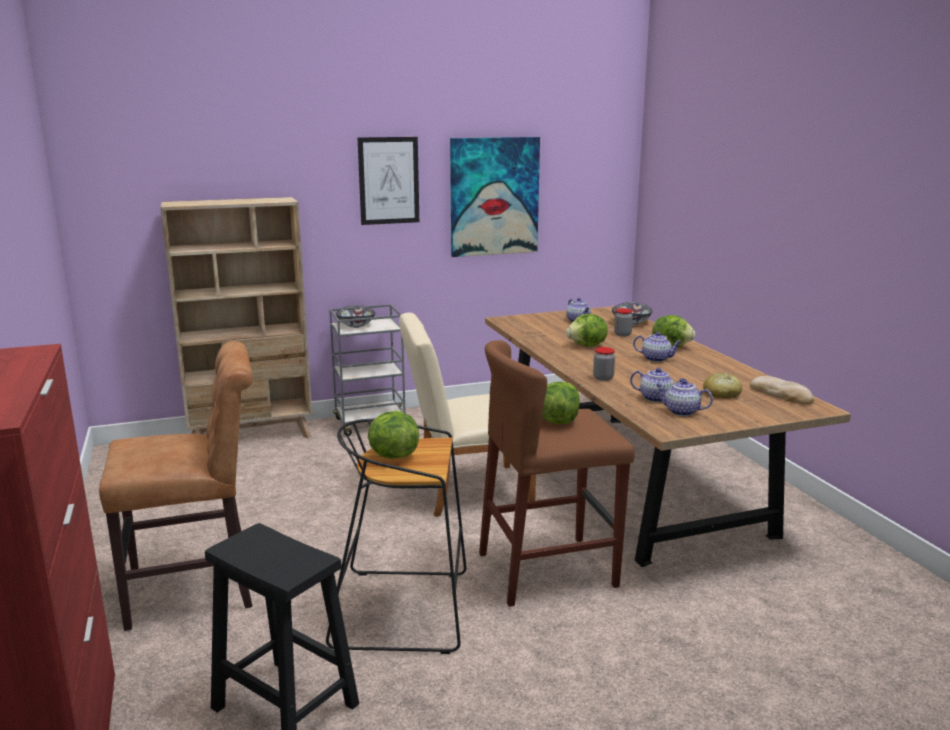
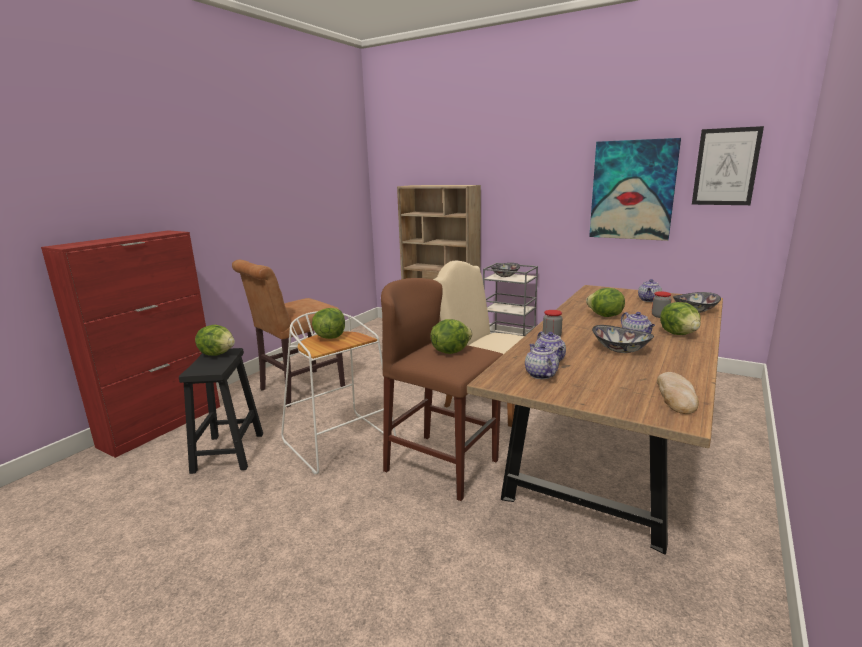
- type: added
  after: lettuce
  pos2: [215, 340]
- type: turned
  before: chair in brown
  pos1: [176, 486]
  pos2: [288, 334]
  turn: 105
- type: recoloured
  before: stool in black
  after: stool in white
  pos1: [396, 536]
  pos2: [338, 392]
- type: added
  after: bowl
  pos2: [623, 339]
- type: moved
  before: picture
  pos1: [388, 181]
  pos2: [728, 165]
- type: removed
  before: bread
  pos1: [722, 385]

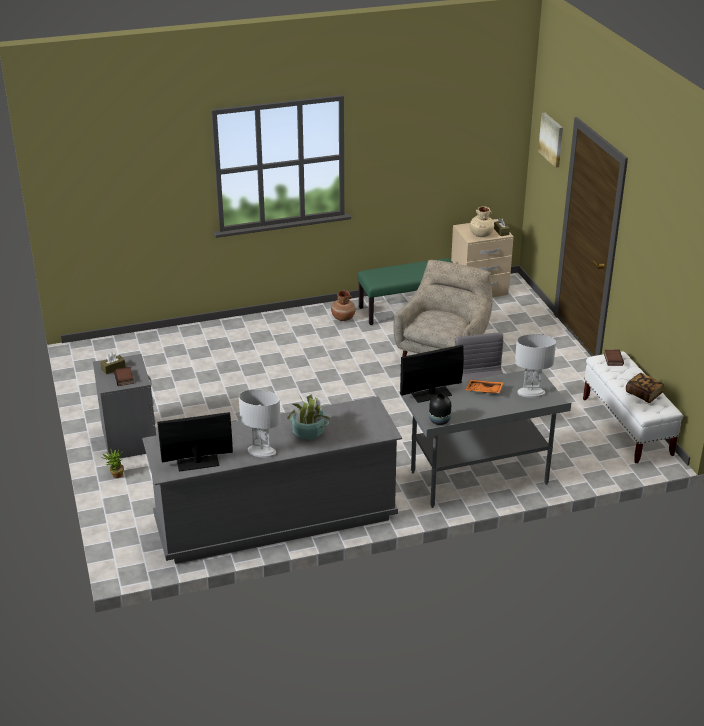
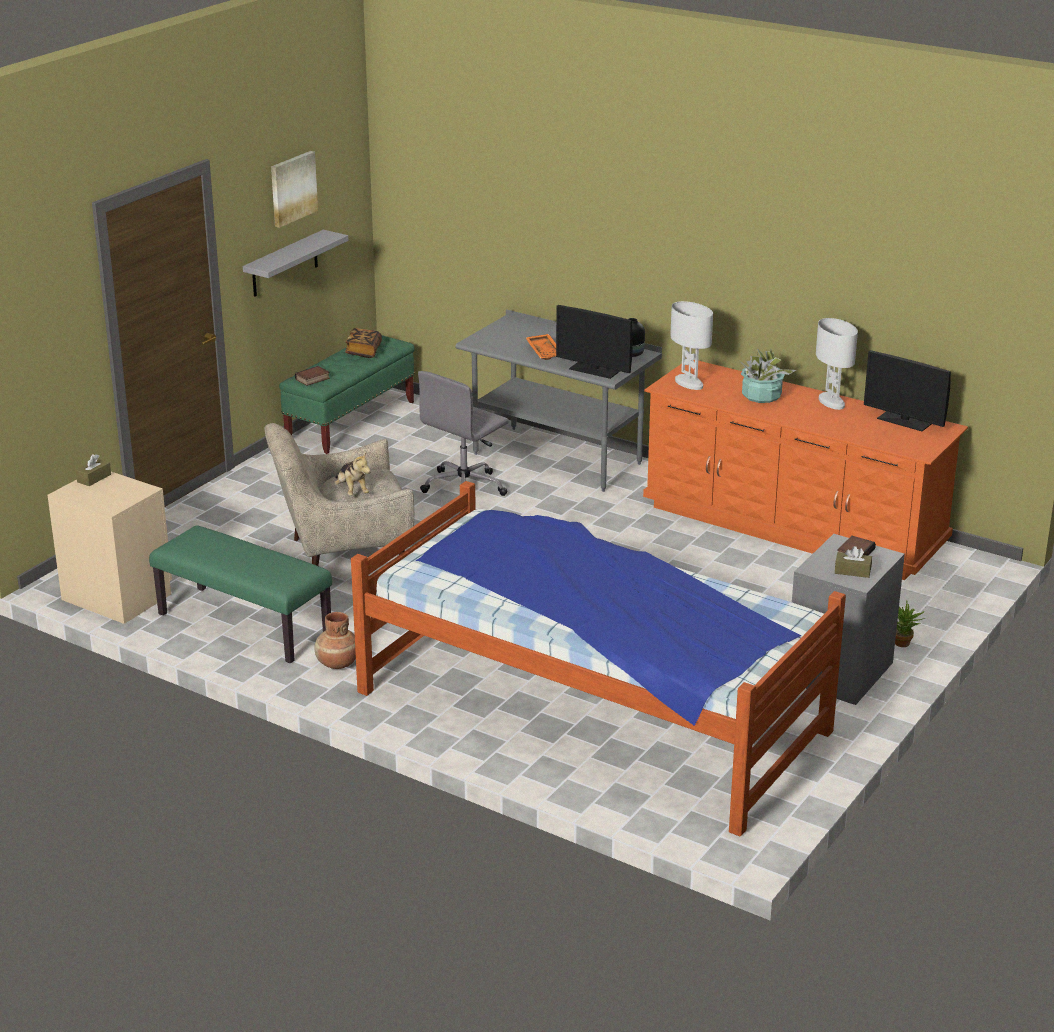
- type: added
  after: shelf in grey
  pos2: [295, 263]
- type: moved
  before: picture
  pos1: [550, 140]
  pos2: [294, 189]
- type: recoloured
  before: bench in white
  after: bench in green
  pos1: [633, 407]
  pos2: [347, 394]
- type: added
  after: plush toy
  pos2: [352, 474]
- type: added
  after: bed
  pos2: [598, 659]
- type: recoloured
  before: dresser in grey
  after: dresser in orange
  pos1: [272, 480]
  pos2: [805, 470]
- type: moved
  before: table lamp in white
  pos1: [535, 366]
  pos2: [692, 345]
- type: removed
  before: vase in beige
  pos1: [482, 221]

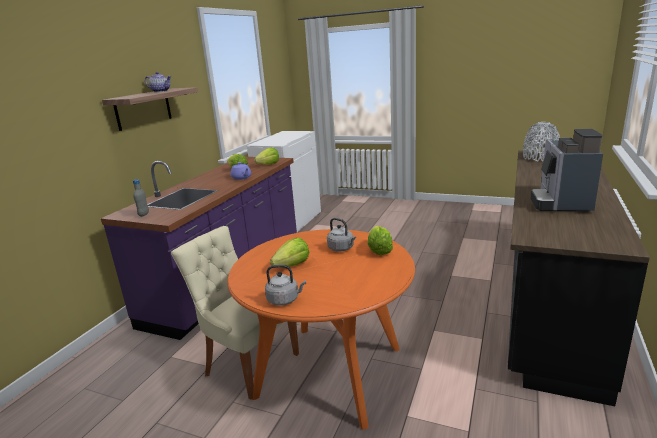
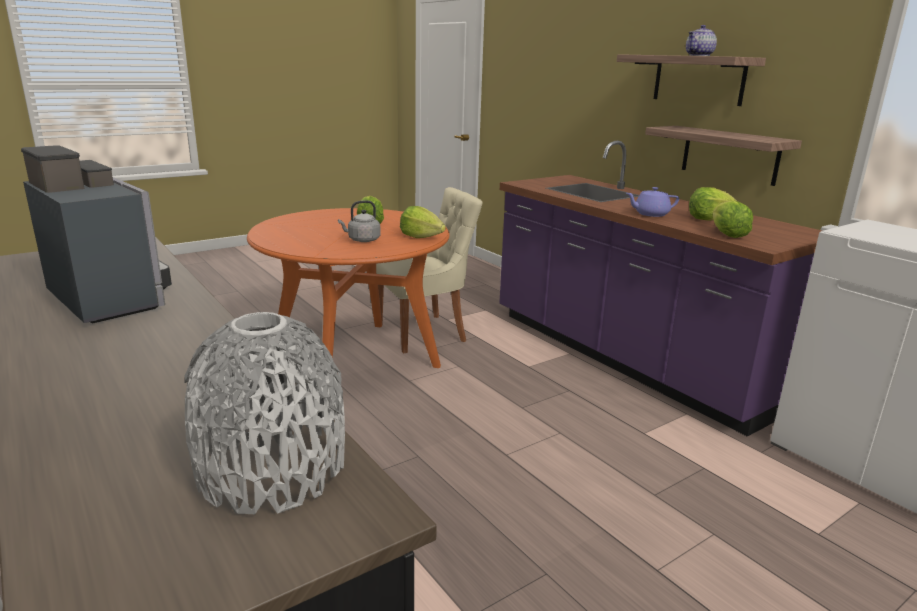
- type: moved
  before: lettuce
  pos1: [380, 240]
  pos2: [423, 222]
- type: added
  after: shelf
  pos2: [723, 156]
- type: removed
  before: bottle in grey
  pos1: [141, 198]
- type: removed
  before: kettle in grey
  pos1: [285, 285]

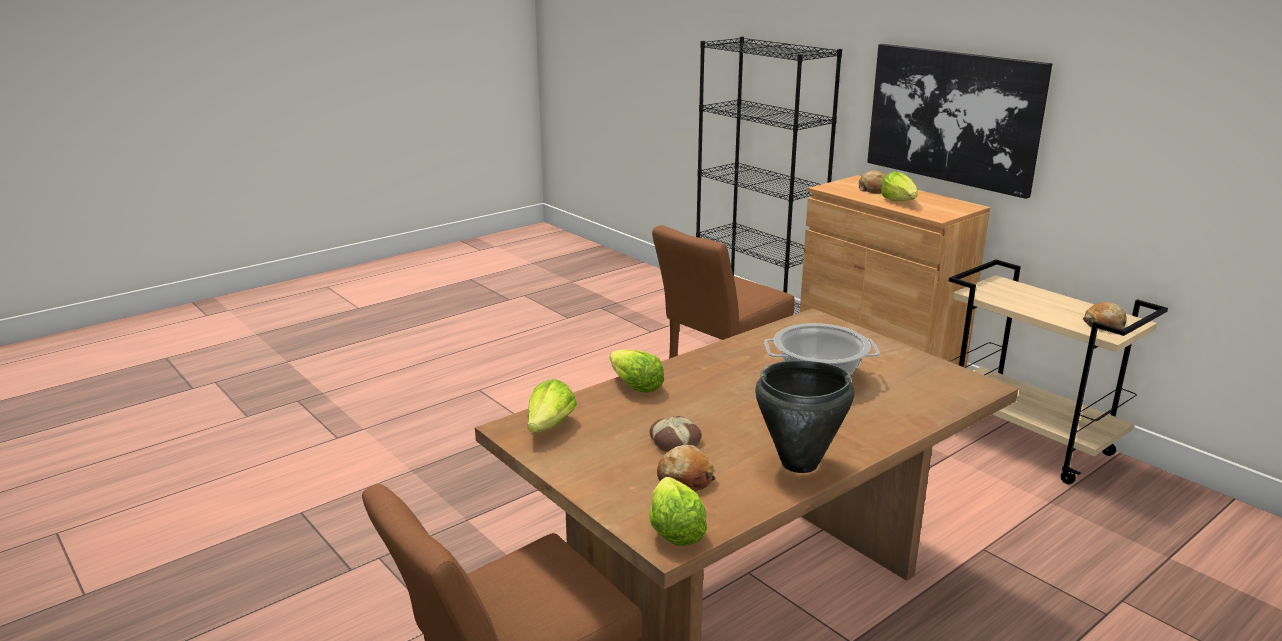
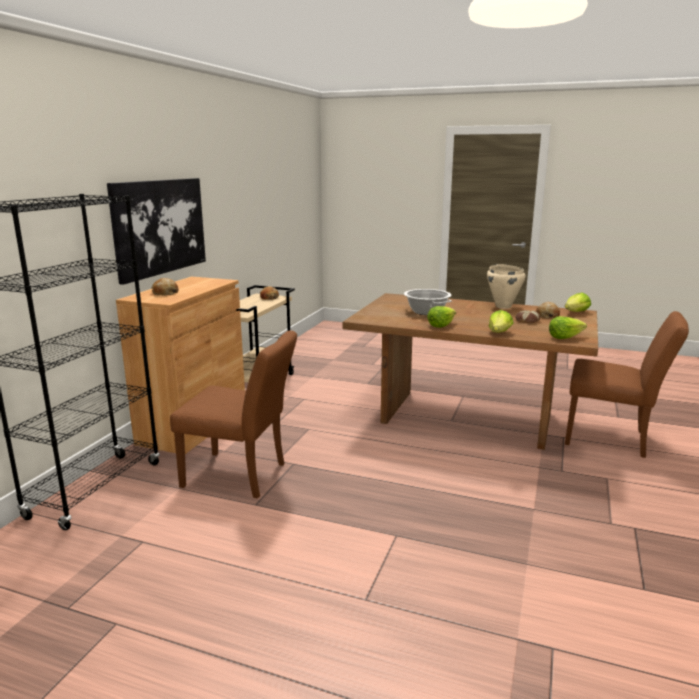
- type: moved
  before: lettuce
  pos1: [899, 186]
  pos2: [441, 317]
- type: recoloured
  before: cooking pot in black
  after: cooking pot in beige
  pos1: [805, 416]
  pos2: [506, 286]

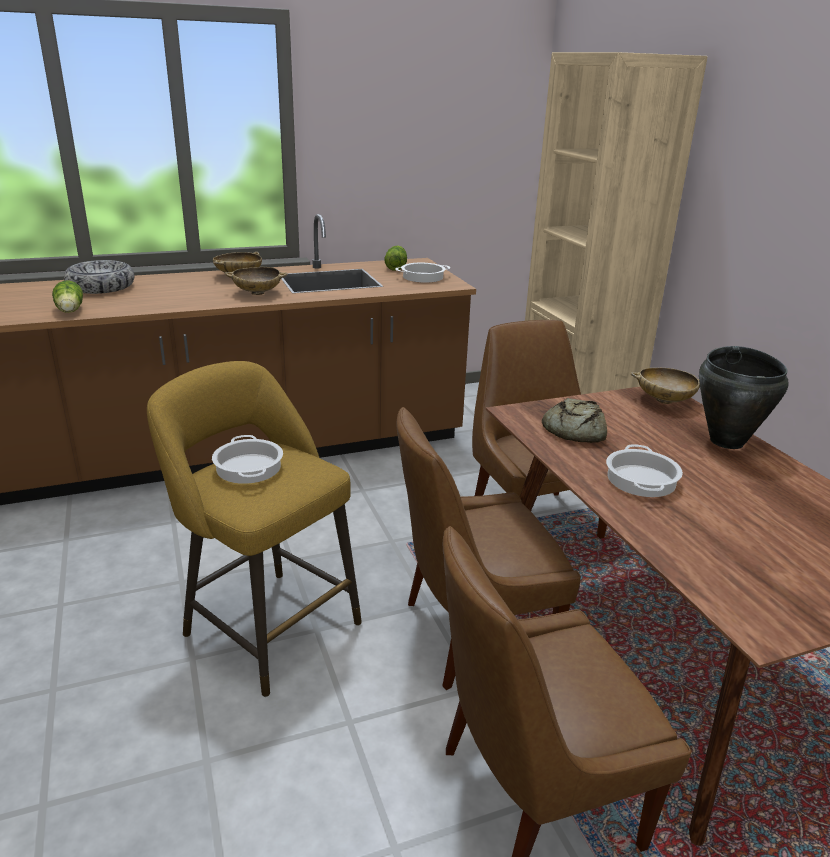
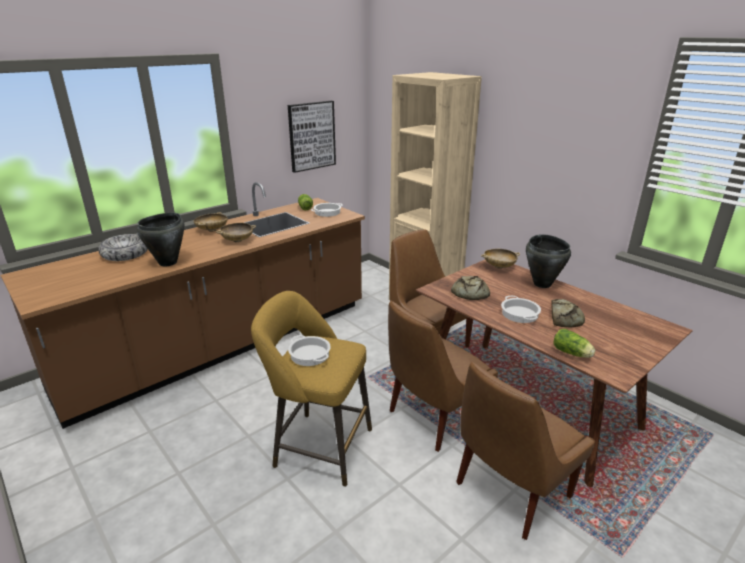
- type: added
  after: cooking pot in black
  pos2: [160, 239]
- type: added
  after: picture
  pos2: [312, 137]
- type: added
  after: bread
  pos2: [568, 313]
- type: moved
  before: lettuce
  pos1: [67, 296]
  pos2: [574, 343]

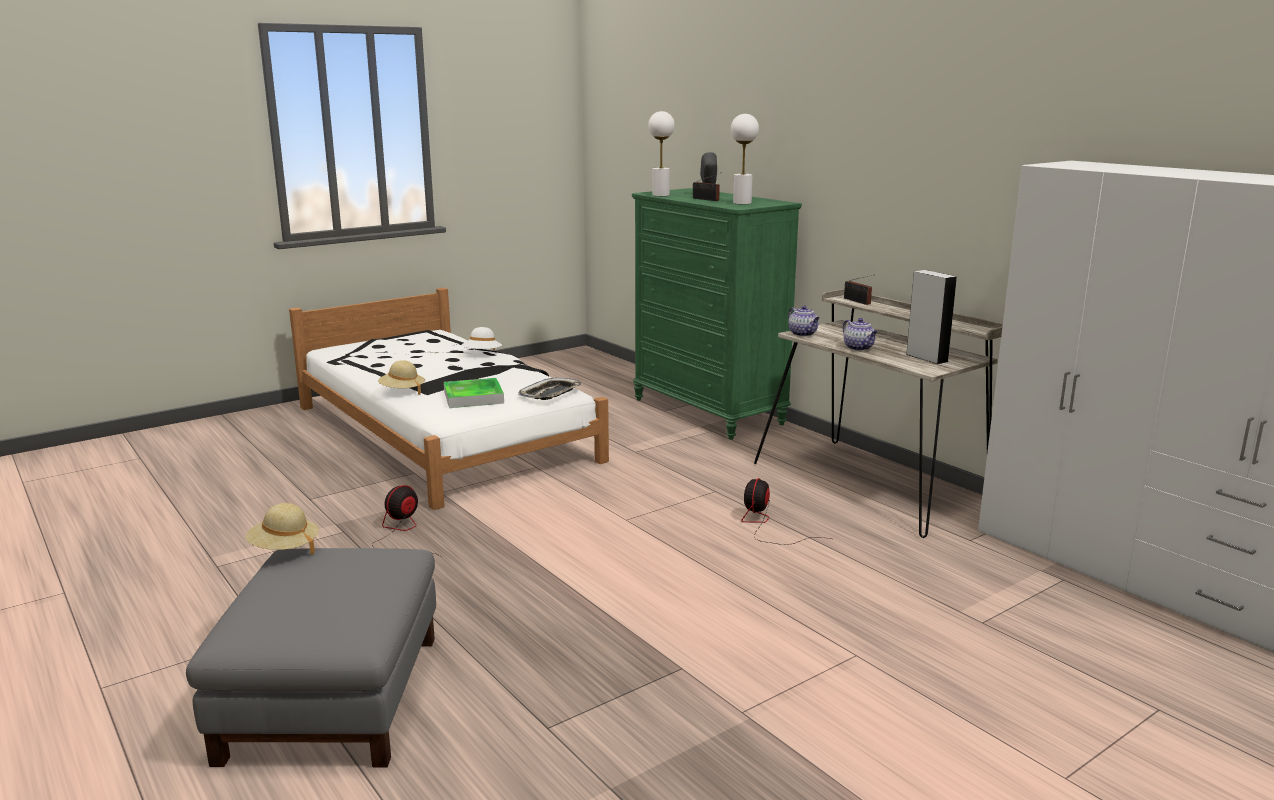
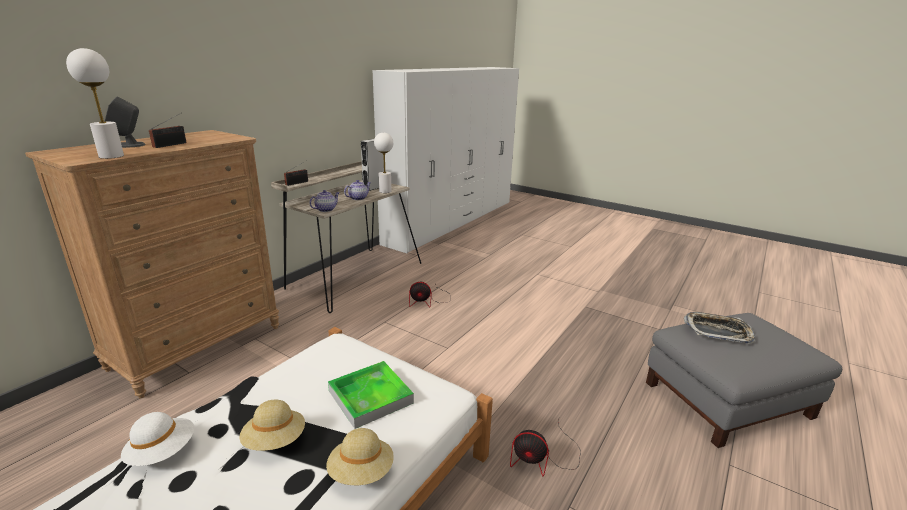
- type: recoloured
  before: dresser in green
  after: dresser in brown
  pos1: [717, 314]
  pos2: [152, 264]
- type: moved
  before: hat in beige
  pos1: [282, 528]
  pos2: [272, 425]
- type: moved
  before: table lamp in white
  pos1: [745, 159]
  pos2: [383, 163]
- type: moved
  before: tray
  pos1: [550, 389]
  pos2: [719, 328]

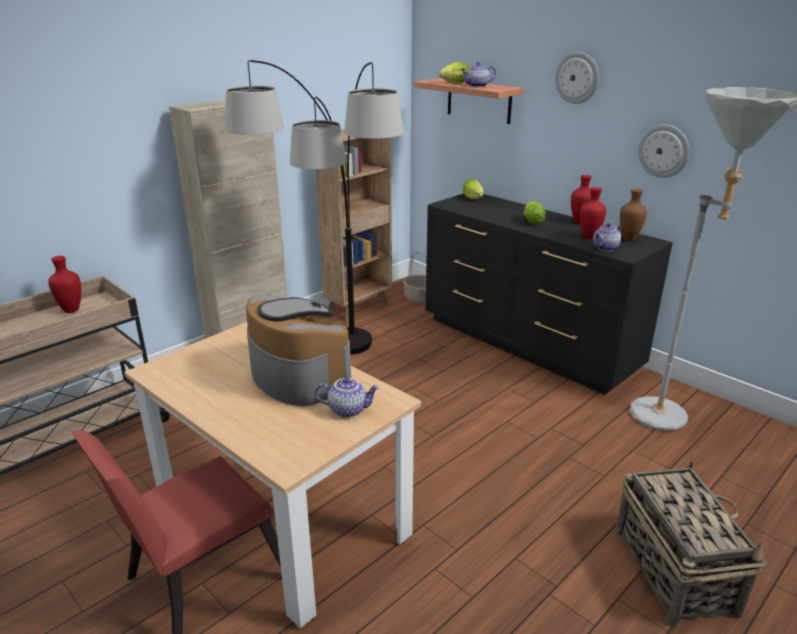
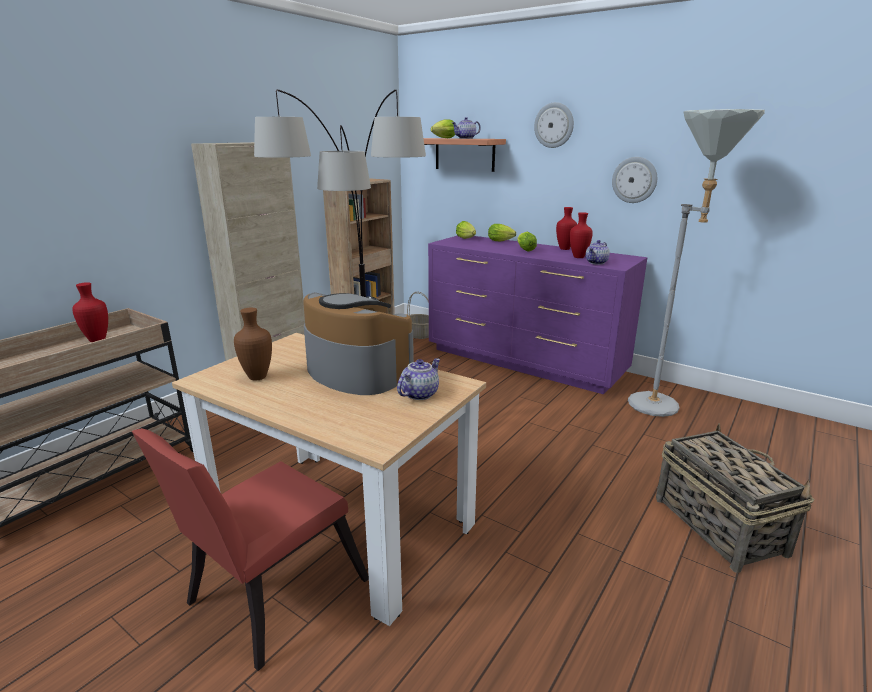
- type: moved
  before: vase in brown
  pos1: [633, 215]
  pos2: [253, 344]
- type: turned
  before: teapot
  pos1: [347, 397]
  pos2: [418, 379]
  turn: -45
- type: recoloured
  before: dresser in black
  after: dresser in purple
  pos1: [549, 294]
  pos2: [537, 314]
- type: added
  after: lettuce
  pos2: [502, 233]

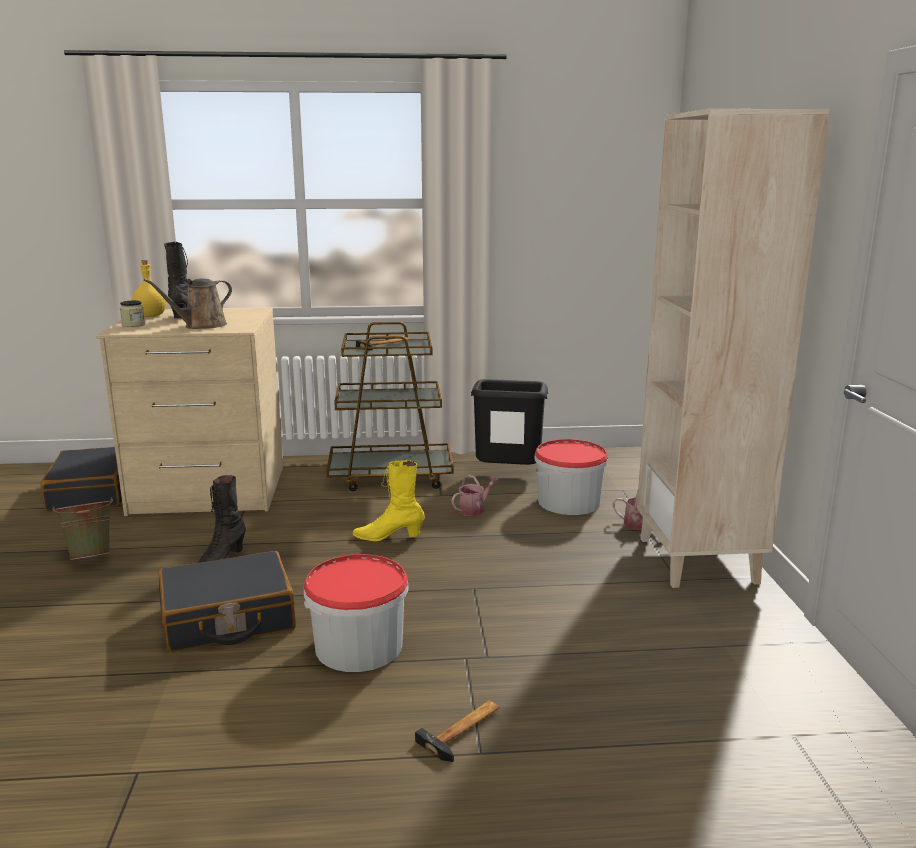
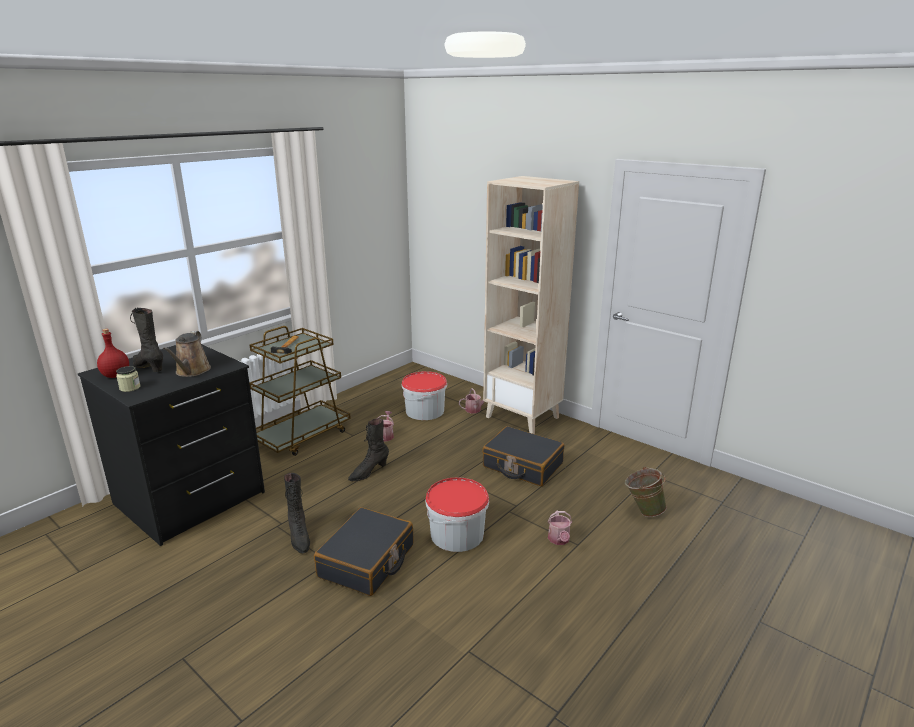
- type: recoloured
  before: dresser in beige
  after: dresser in black
  pos1: [189, 412]
  pos2: [171, 445]
- type: recoloured
  before: bottle in yellow
  after: bottle in red
  pos1: [149, 288]
  pos2: [113, 353]
- type: recoloured
  before: boot in yellow
  after: boot in black
  pos1: [388, 500]
  pos2: [368, 449]
- type: moved
  before: suitcase in black
  pos1: [81, 479]
  pos2: [523, 456]
- type: replaced
  before: hammer
  after: watering can
  pos1: [457, 731]
  pos2: [560, 527]
- type: moved
  before: bucket in green
  pos1: [82, 529]
  pos2: [646, 491]
- type: removed
  before: trash can in black
  pos1: [509, 422]

